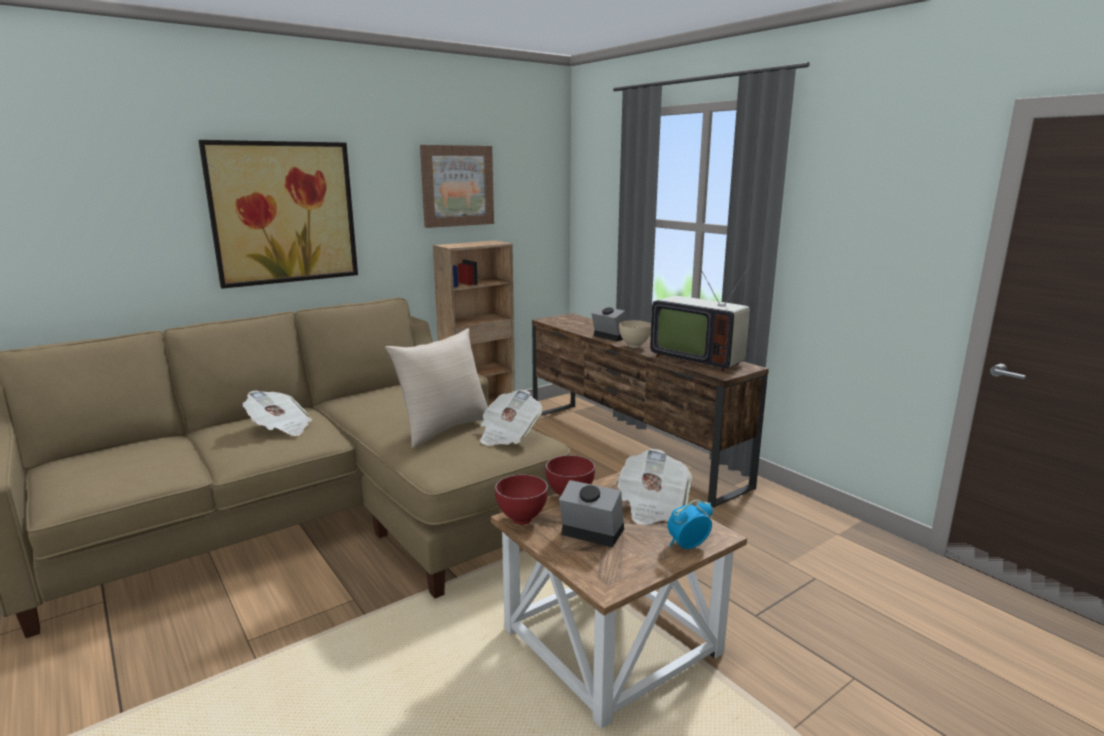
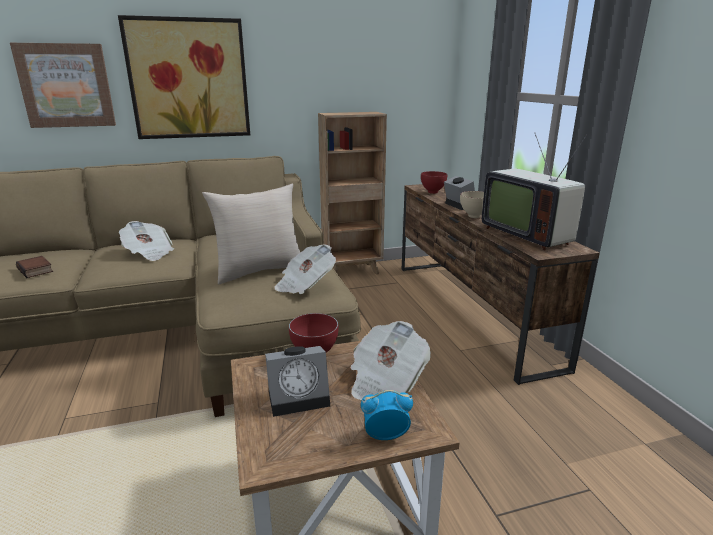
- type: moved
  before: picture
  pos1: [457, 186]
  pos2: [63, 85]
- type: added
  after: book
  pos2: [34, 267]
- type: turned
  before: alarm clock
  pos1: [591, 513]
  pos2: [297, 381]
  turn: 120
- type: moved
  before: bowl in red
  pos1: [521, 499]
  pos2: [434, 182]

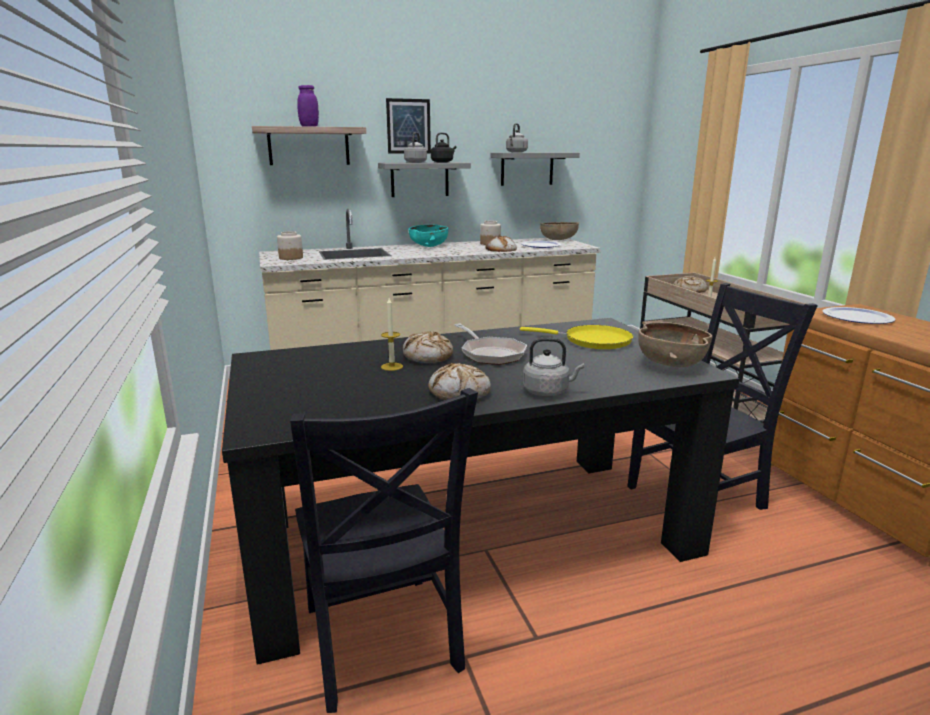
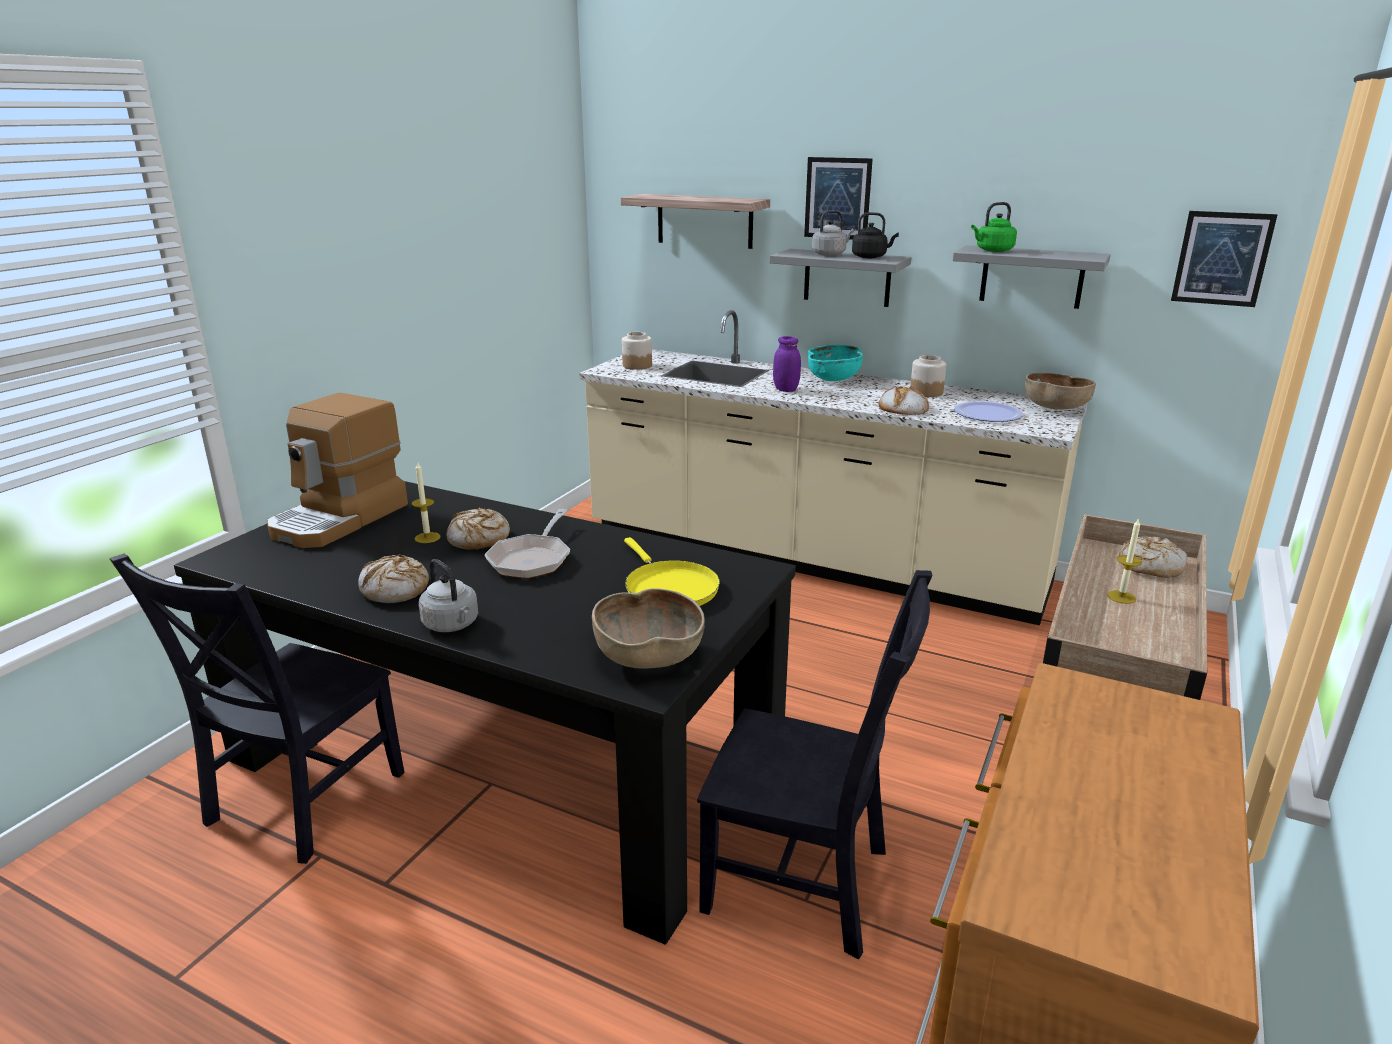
- type: added
  after: coffee machine
  pos2: [337, 470]
- type: moved
  before: jar in purple
  pos1: [308, 106]
  pos2: [787, 364]
- type: recoloured
  before: kettle in grey
  after: kettle in green
  pos1: [517, 137]
  pos2: [994, 227]
- type: added
  after: picture
  pos2: [1224, 259]
- type: removed
  before: plate
  pos1: [858, 315]

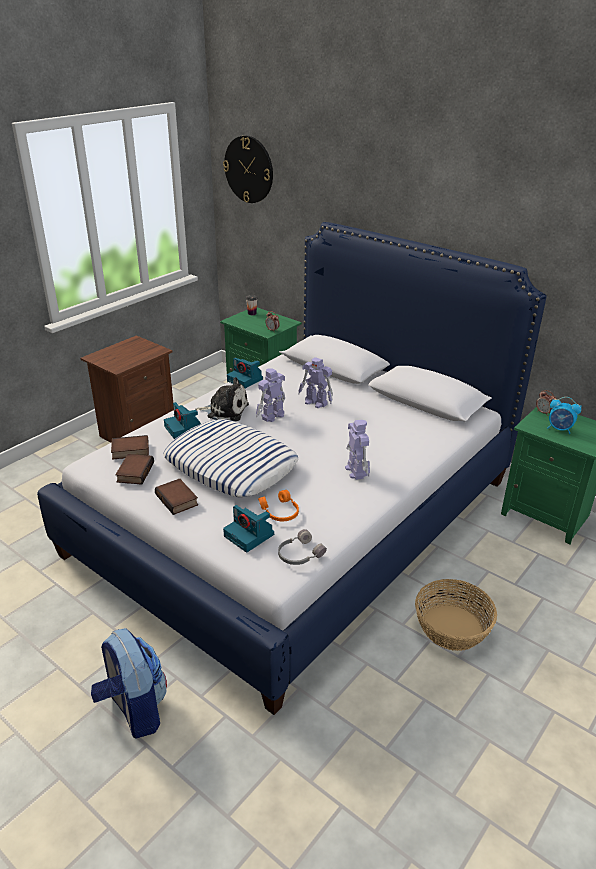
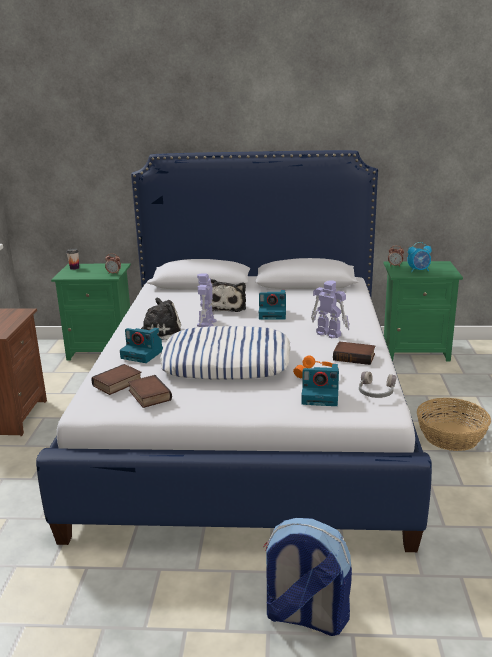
- type: replaced
  before: toy robot
  after: plush toy
  pos1: [315, 382]
  pos2: [227, 295]
- type: moved
  before: photo camera
  pos1: [245, 373]
  pos2: [272, 305]
- type: moved
  before: book
  pos1: [176, 496]
  pos2: [354, 353]
- type: removed
  before: wall clock
  pos1: [248, 169]

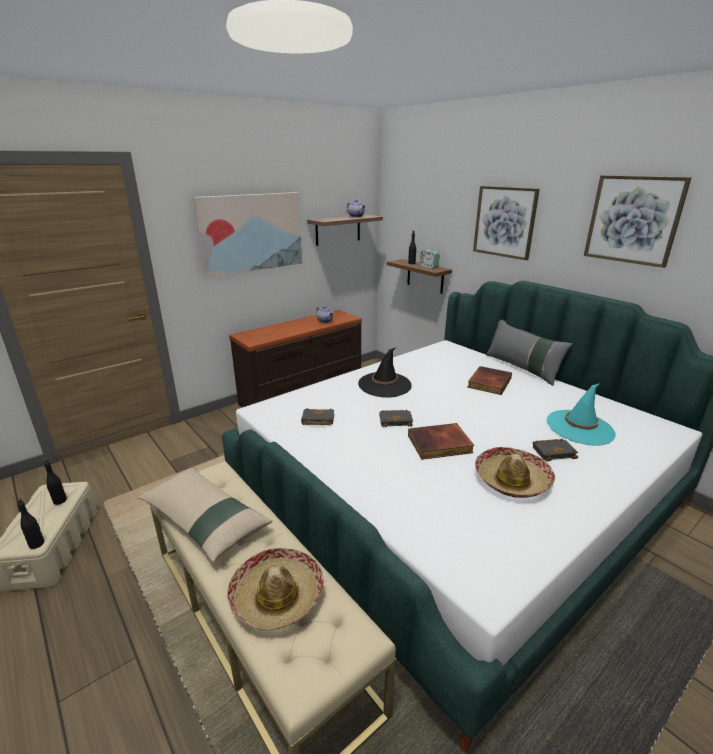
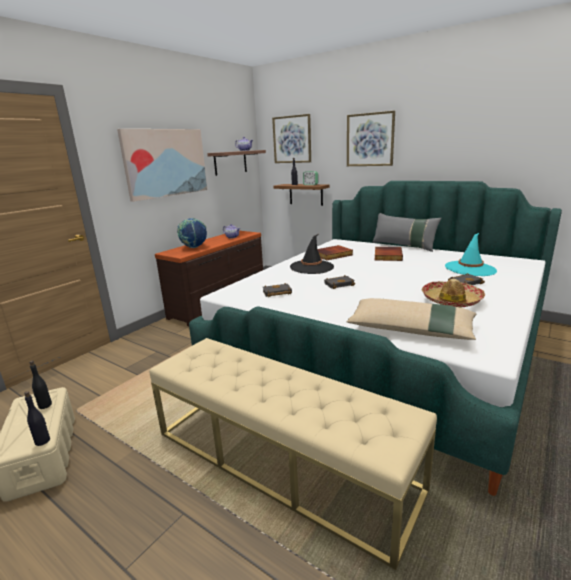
- type: added
  after: globe
  pos2: [192, 233]
- type: moved
  before: picture
  pos1: [638, 221]
  pos2: [291, 138]
- type: moved
  before: book
  pos1: [441, 441]
  pos2: [335, 252]
- type: moved
  before: pillow in beige
  pos1: [205, 514]
  pos2: [411, 319]
- type: removed
  before: hat
  pos1: [275, 589]

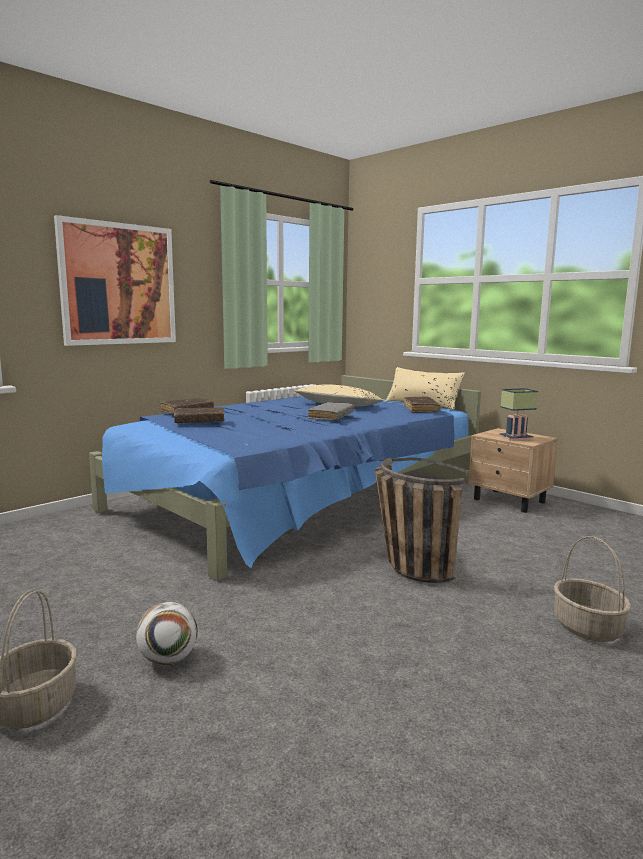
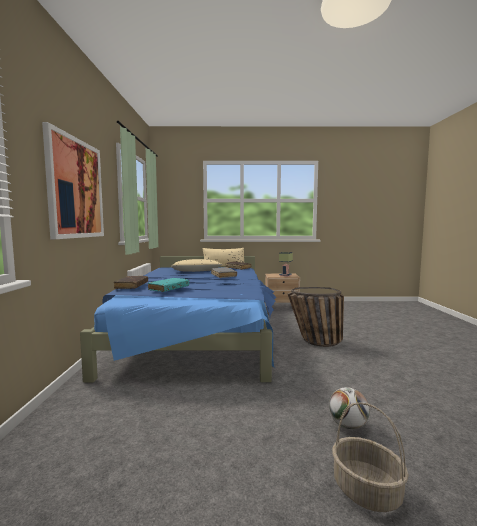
- type: recoloured
  before: book in brown
  after: book in turquoise
  pos1: [199, 415]
  pos2: [168, 285]
- type: removed
  before: basket
  pos1: [592, 589]

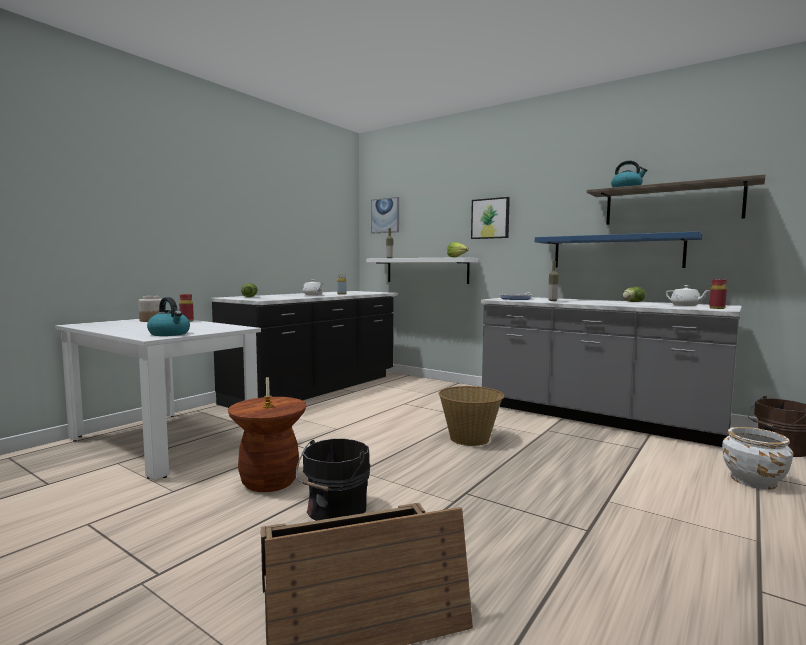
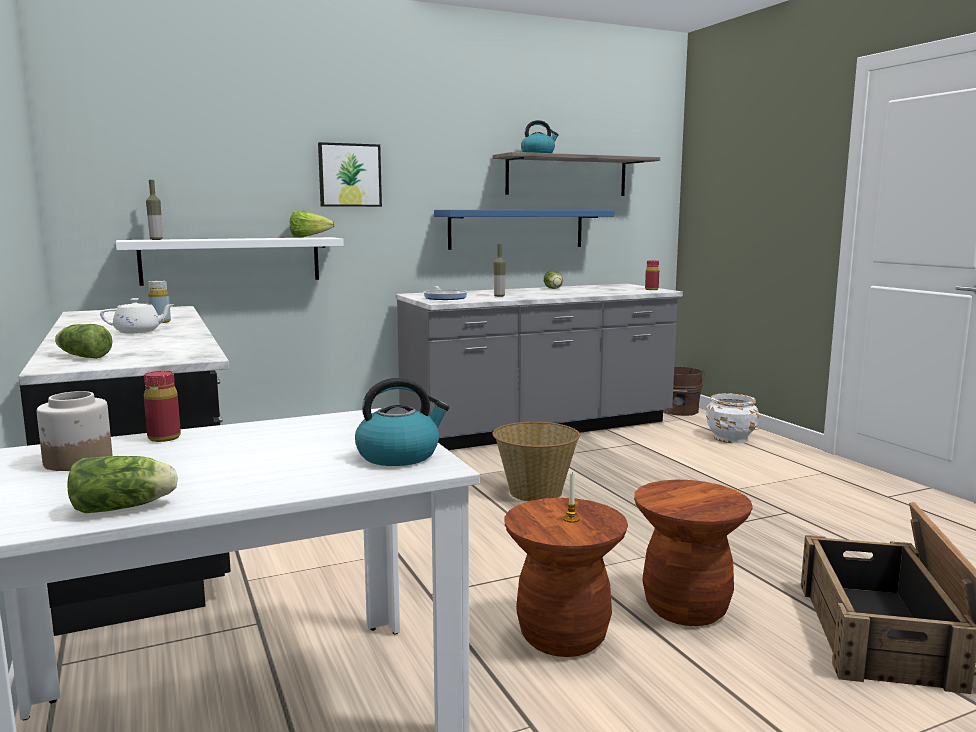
- type: added
  after: lettuce
  pos2: [123, 484]
- type: replaced
  before: bucket in black
  after: stool in brown
  pos1: [333, 480]
  pos2: [693, 553]
- type: removed
  before: picture
  pos1: [385, 215]
- type: removed
  before: teapot in white
  pos1: [687, 295]

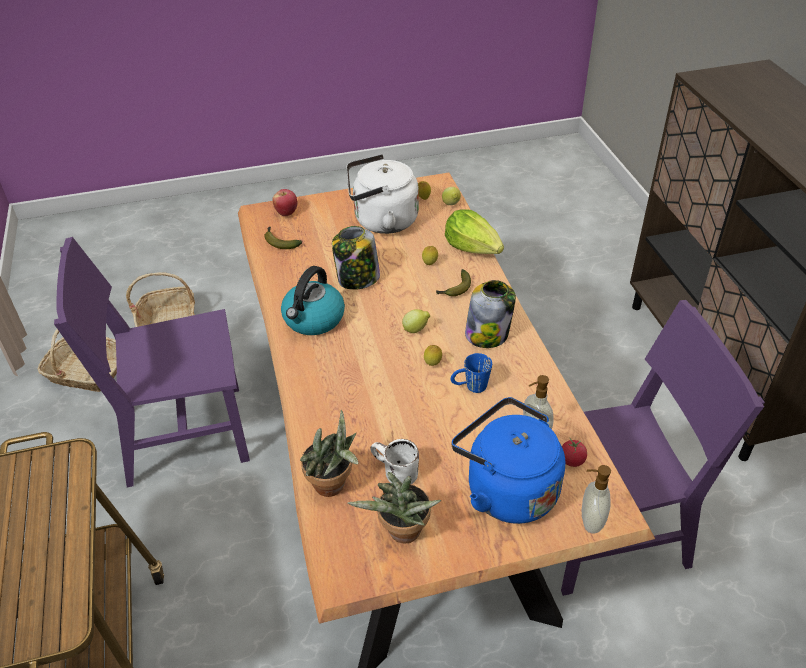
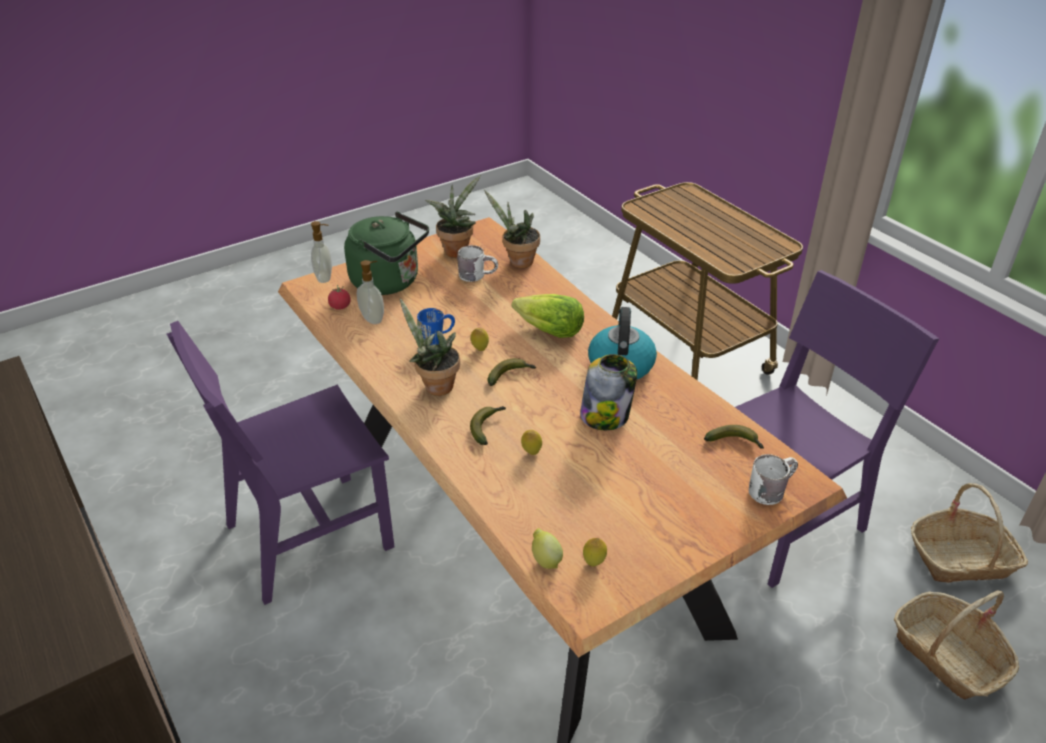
- type: recoloured
  before: kettle in blue
  after: kettle in green
  pos1: [508, 460]
  pos2: [386, 253]
- type: replaced
  before: jar
  after: potted plant
  pos1: [490, 314]
  pos2: [430, 347]
- type: replaced
  before: lemon
  after: banana
  pos1: [416, 321]
  pos2: [511, 372]
- type: moved
  before: lettuce
  pos1: [474, 231]
  pos2: [548, 316]
- type: replaced
  before: apple
  after: mug in white
  pos1: [285, 202]
  pos2: [773, 479]
- type: removed
  before: kettle in white
  pos1: [382, 194]

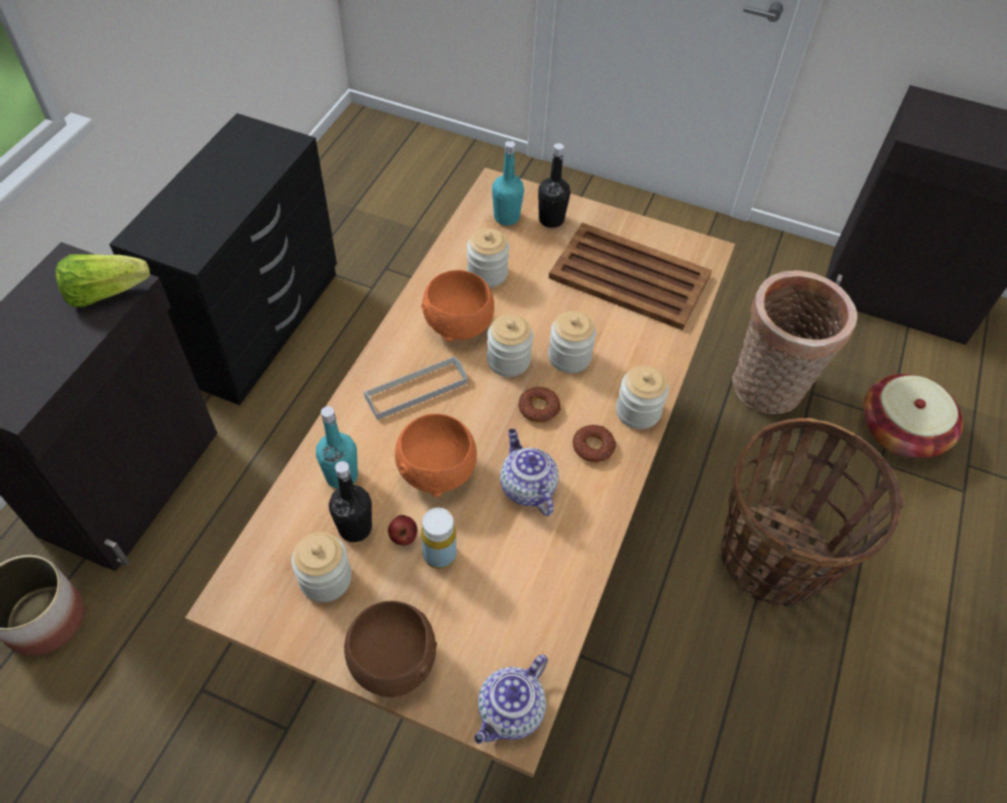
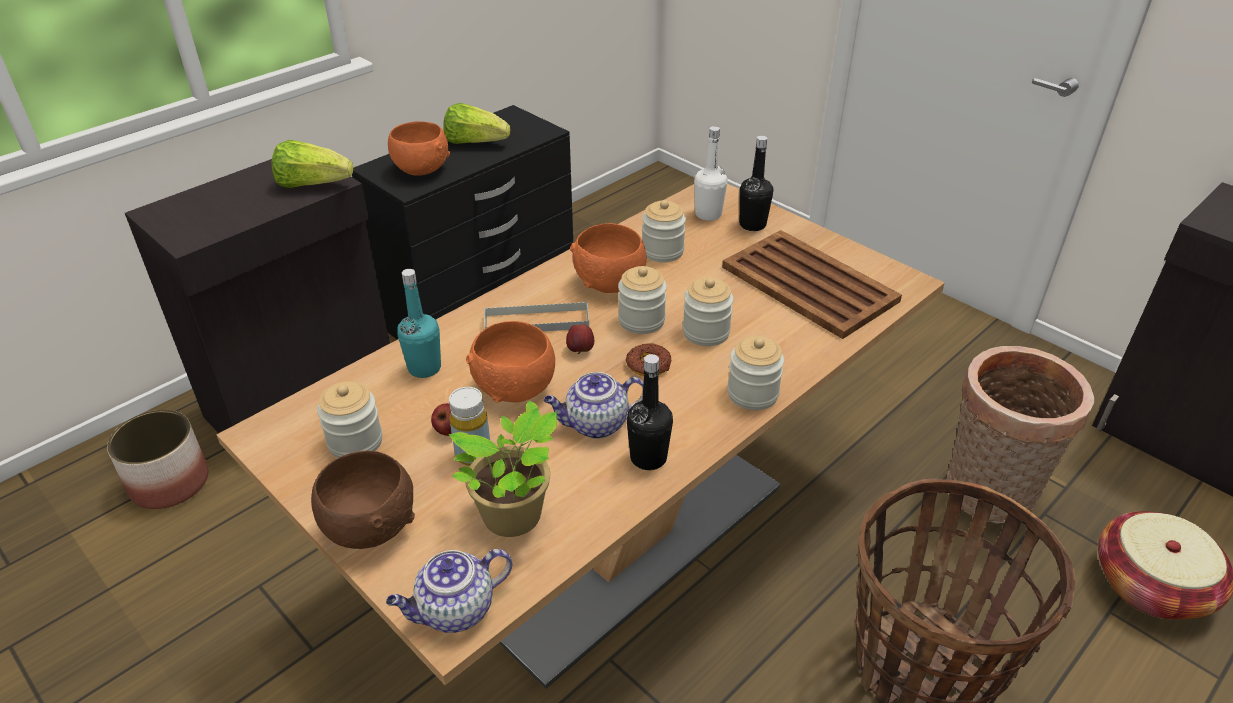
- type: added
  after: bowl in orange
  pos2: [419, 148]
- type: added
  after: lettuce
  pos2: [476, 123]
- type: added
  after: potted plant
  pos2: [503, 468]
- type: turned
  before: teapot
  pos1: [529, 472]
  pos2: [594, 405]
  turn: -105
- type: added
  after: apple
  pos2: [580, 339]
- type: moved
  before: bottle in black
  pos1: [350, 501]
  pos2: [650, 412]
- type: recoloured
  before: bottle in turquoise
  after: bottle in white
  pos1: [508, 183]
  pos2: [711, 173]
- type: removed
  before: donut
  pos1: [594, 443]

